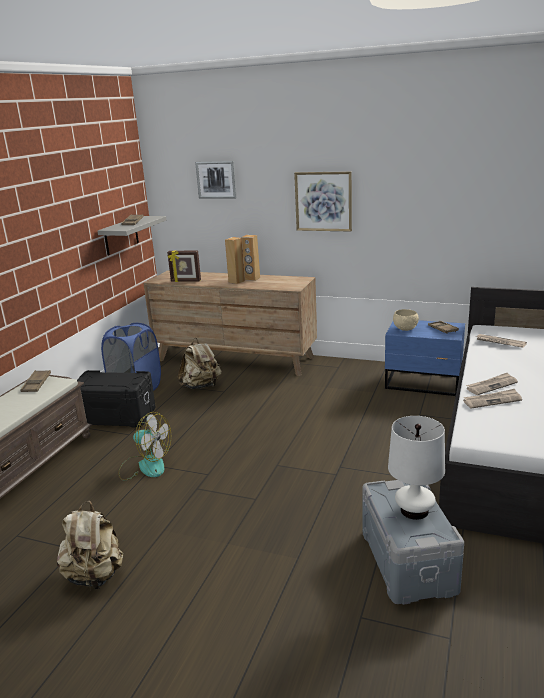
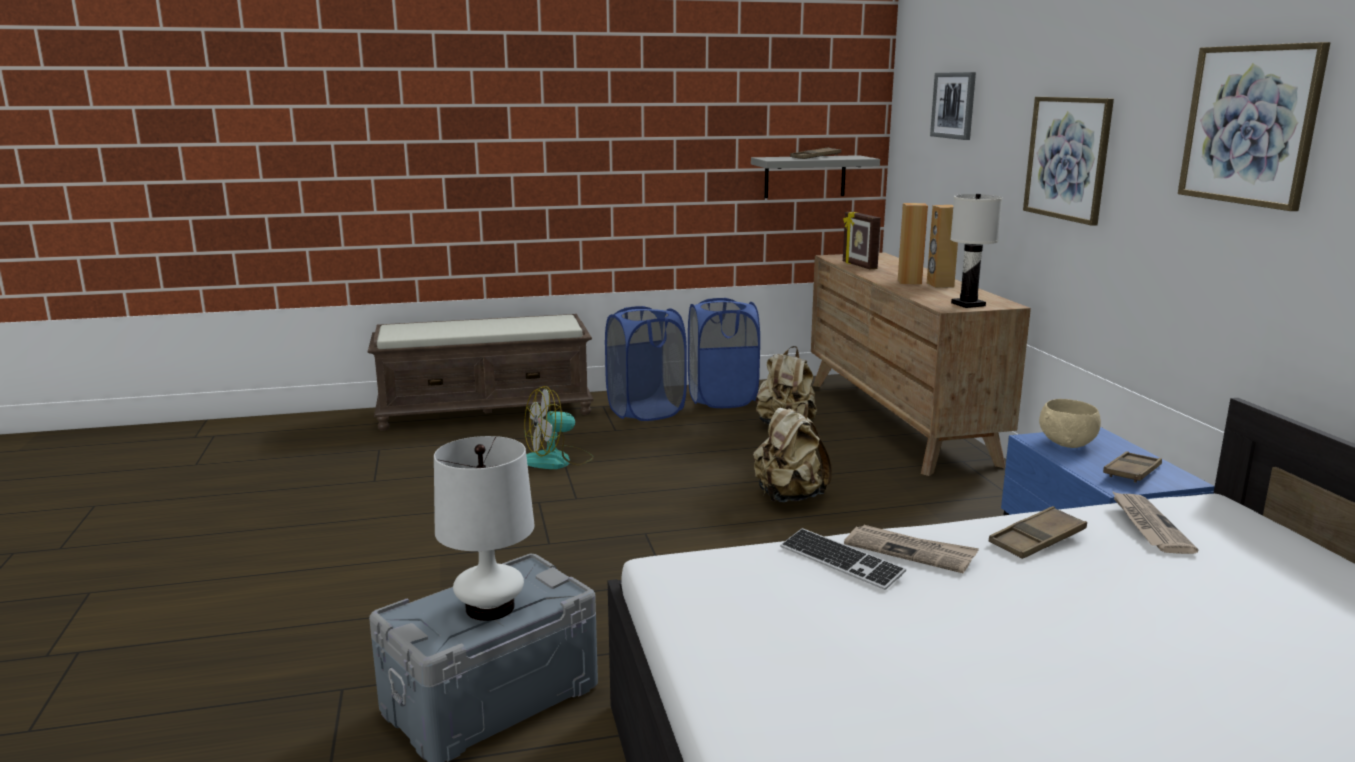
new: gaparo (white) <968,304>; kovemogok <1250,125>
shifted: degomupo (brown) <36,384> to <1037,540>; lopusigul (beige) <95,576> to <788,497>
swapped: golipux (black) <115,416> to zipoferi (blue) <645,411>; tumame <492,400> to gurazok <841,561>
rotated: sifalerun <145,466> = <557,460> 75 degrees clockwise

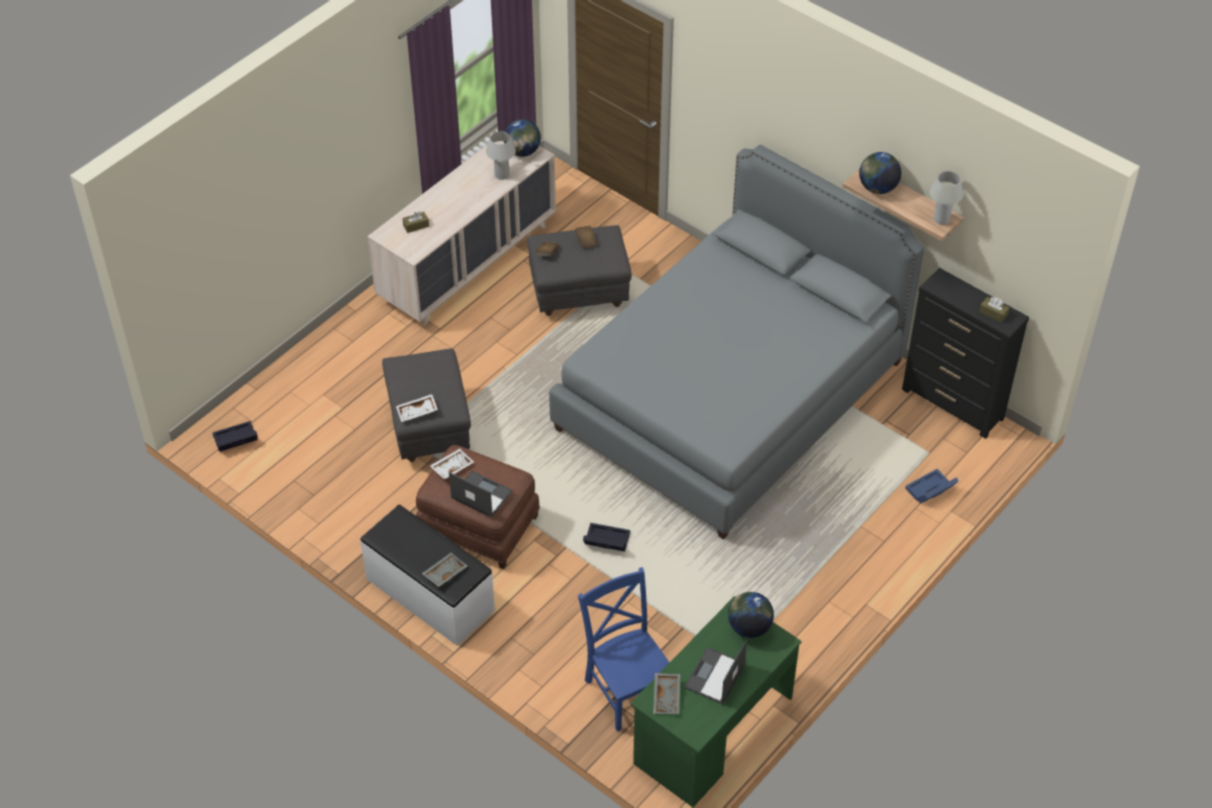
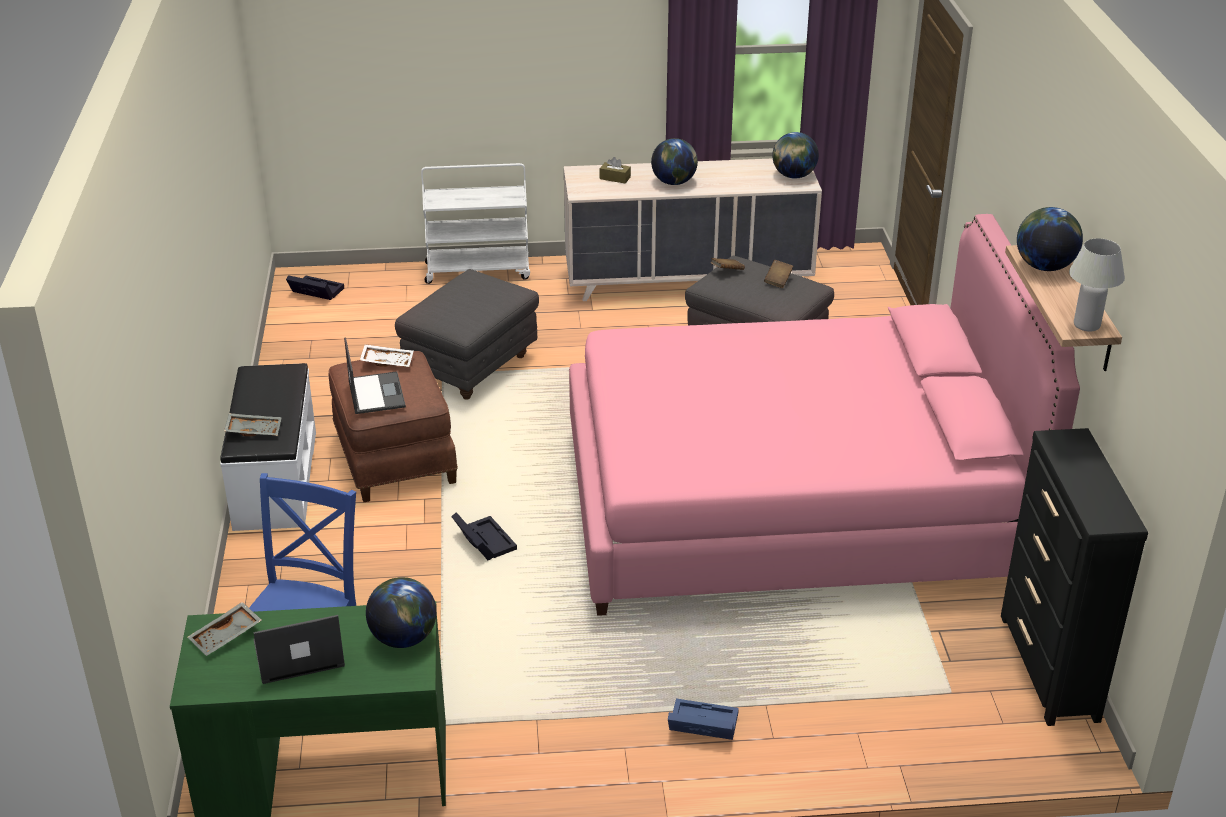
gone: degomupo (white) <417,412>; gaparo (white) <502,175>; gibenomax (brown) <993,313>
new: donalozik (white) <478,270>; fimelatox <674,182>
shifted: golipux (blue) <930,491> to <700,726>
repainted: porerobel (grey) <730,395> to porerobel (pink) <789,506>

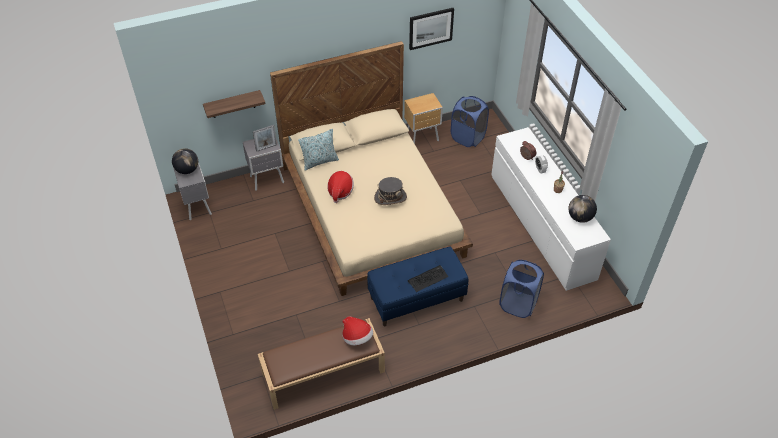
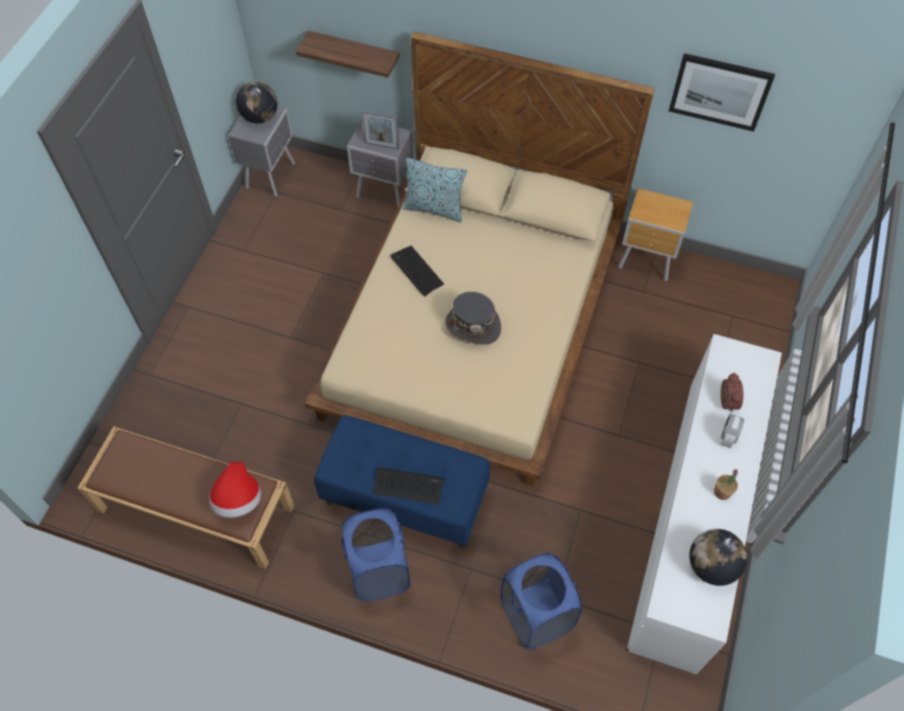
shifted: zipoferi (blue) <468,137> to <379,571>
swapped: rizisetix <340,191> to gurazok <416,271>

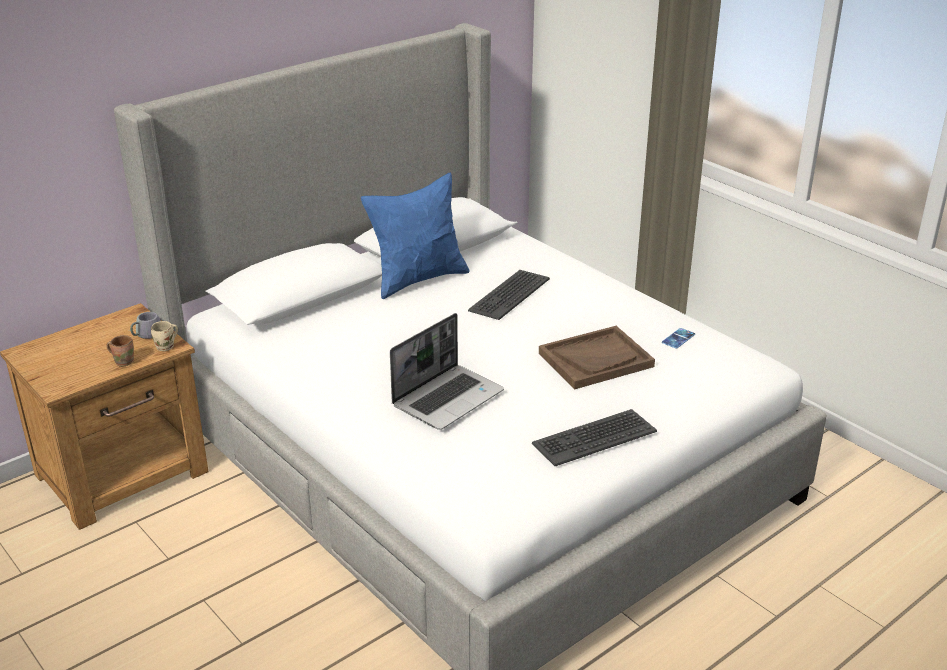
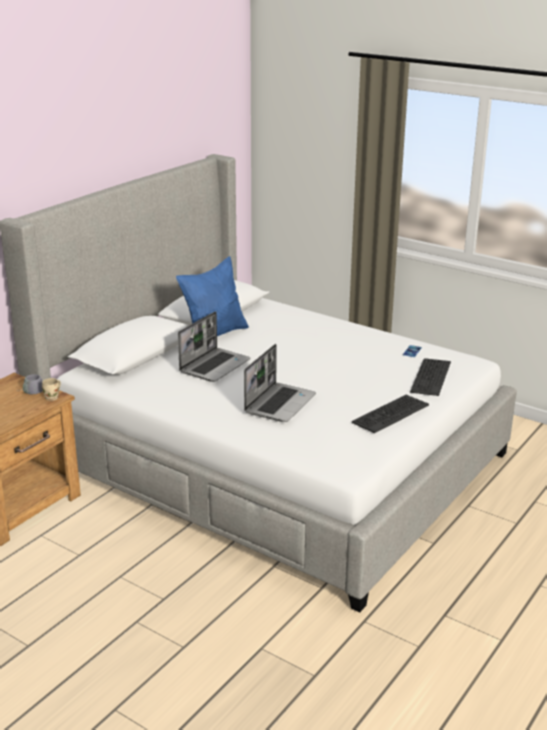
gone: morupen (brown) <124,361>; degomupo (brown) <596,360>
new: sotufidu <215,366>
shifted: gurazok <509,295> to <430,377>

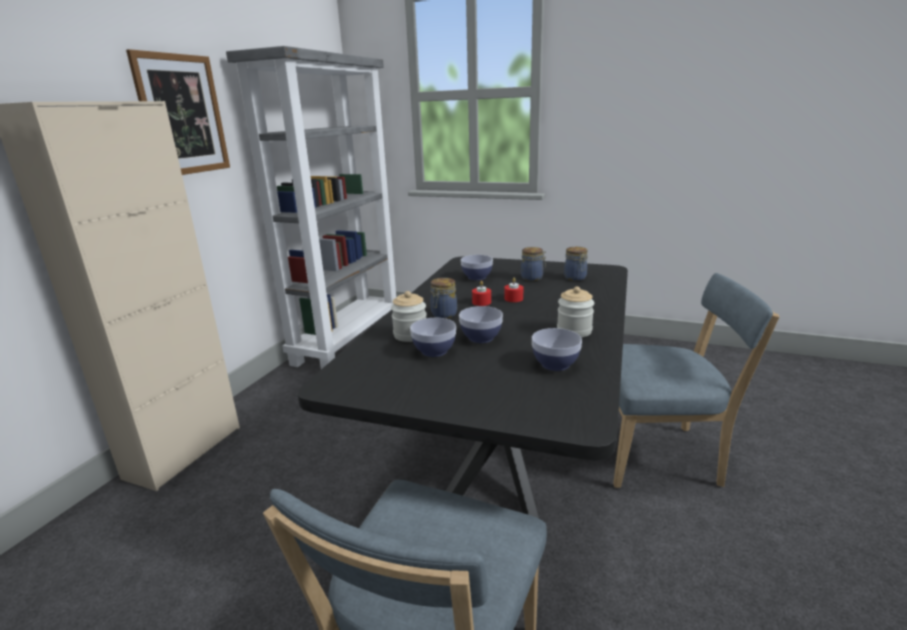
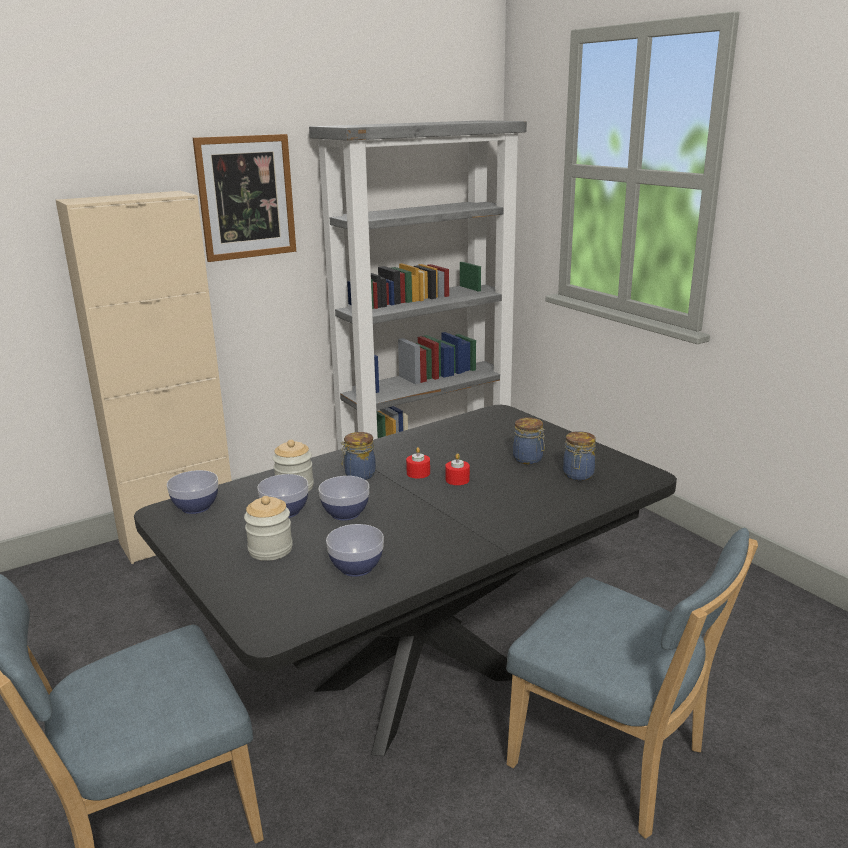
shifted: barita <477,277> to <196,507>; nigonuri <574,331> to <270,549>

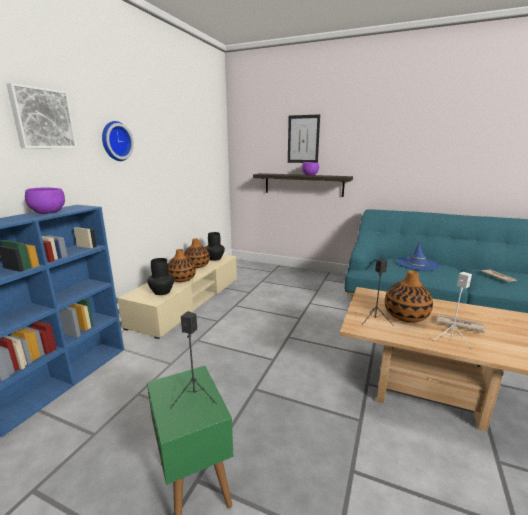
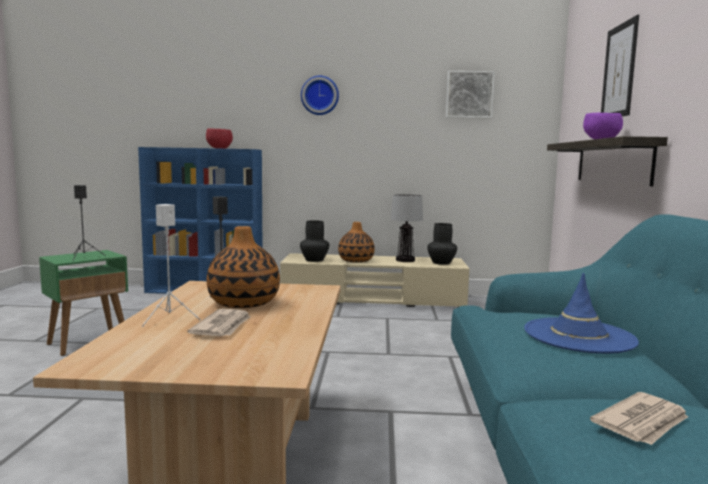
shifted: kovemogok <42,118> to <469,95>
swapped: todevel <197,265> to gaparo <405,260>
repainted: barita (purple) <49,213> to barita (red) <220,148>

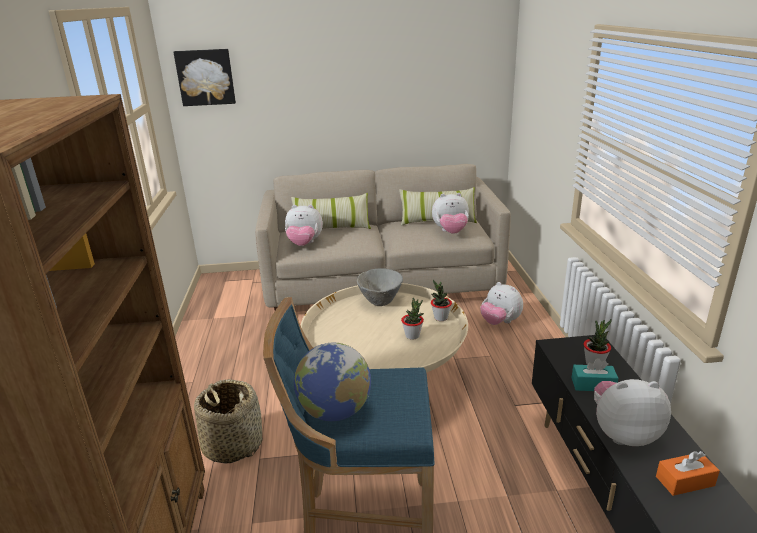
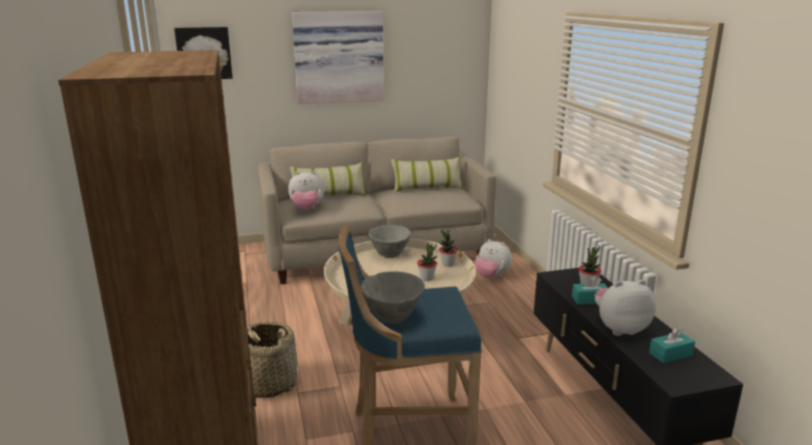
gone: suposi <450,232>
new: kovemogok <338,57>
swapped: fimelatox <335,412> to barita (grey) <393,318>
repainted: gibenomax (orange) <685,481> to gibenomax (turquoise) <670,354>

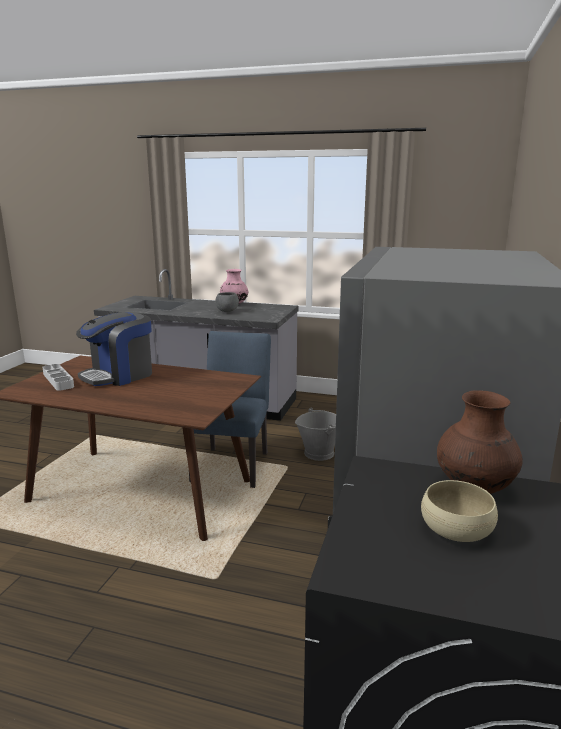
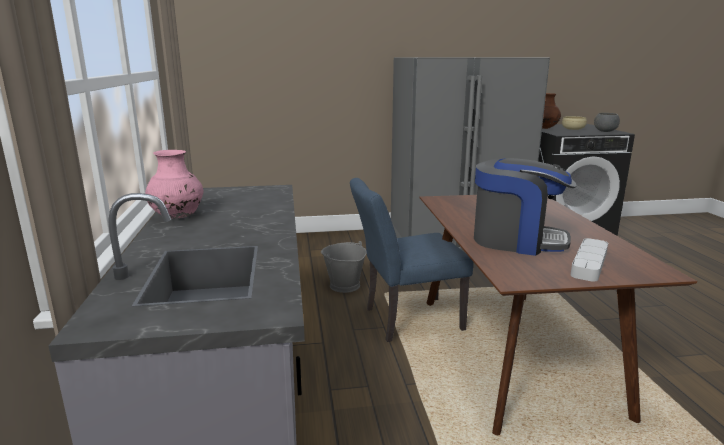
shifted: barita (grey) <227,311> to <604,131>

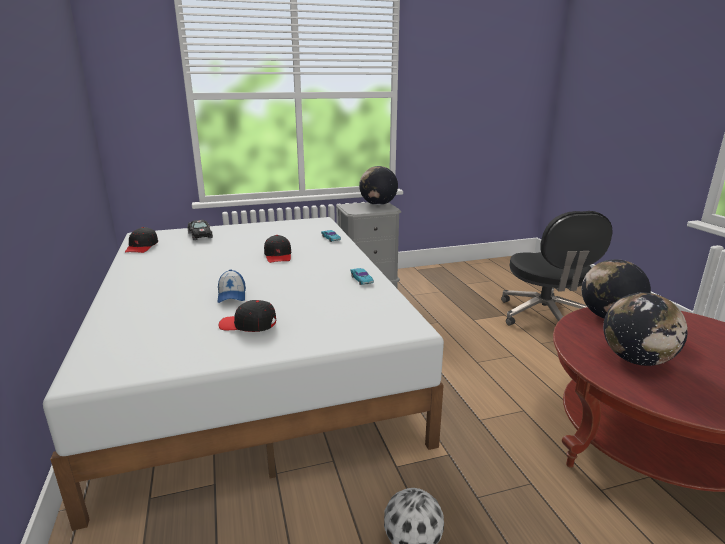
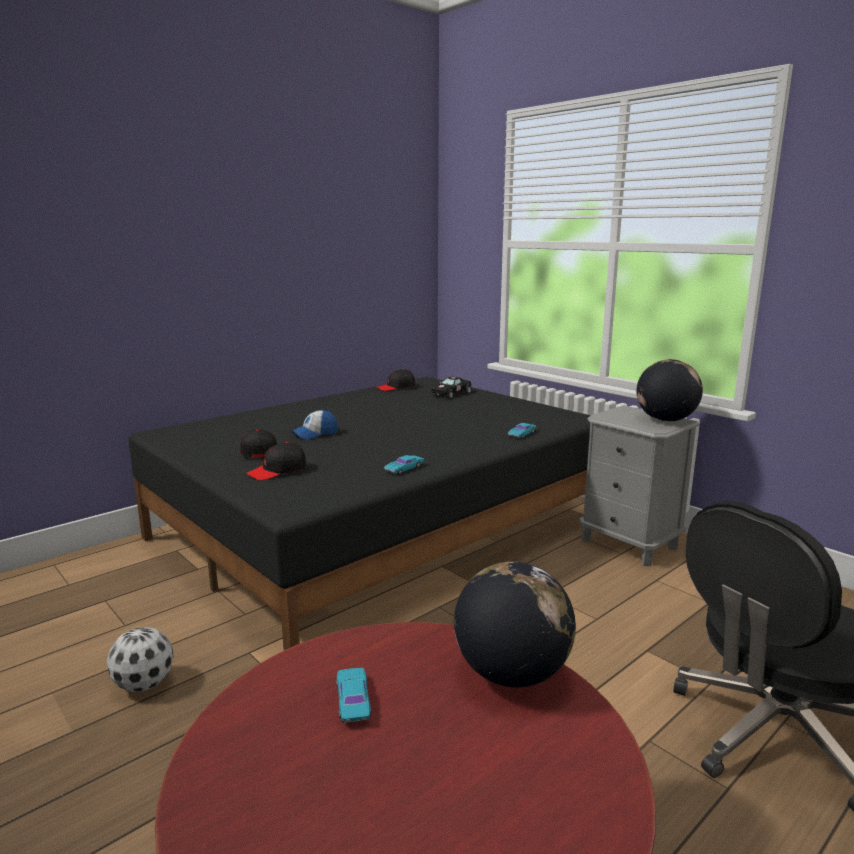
shifted: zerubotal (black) <278,255> to <277,471>
swapped: fimelatox <636,360> to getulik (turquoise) <353,701>
repainted: porerobel (white) <253,361> to porerobel (black) <381,529>

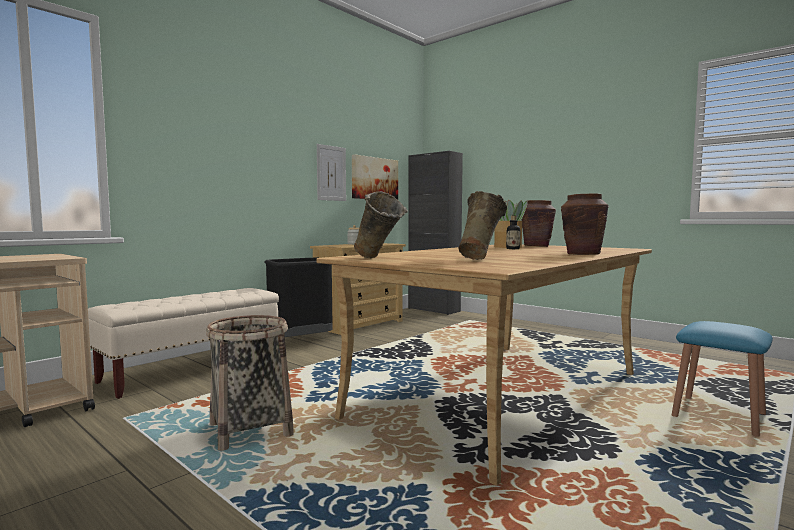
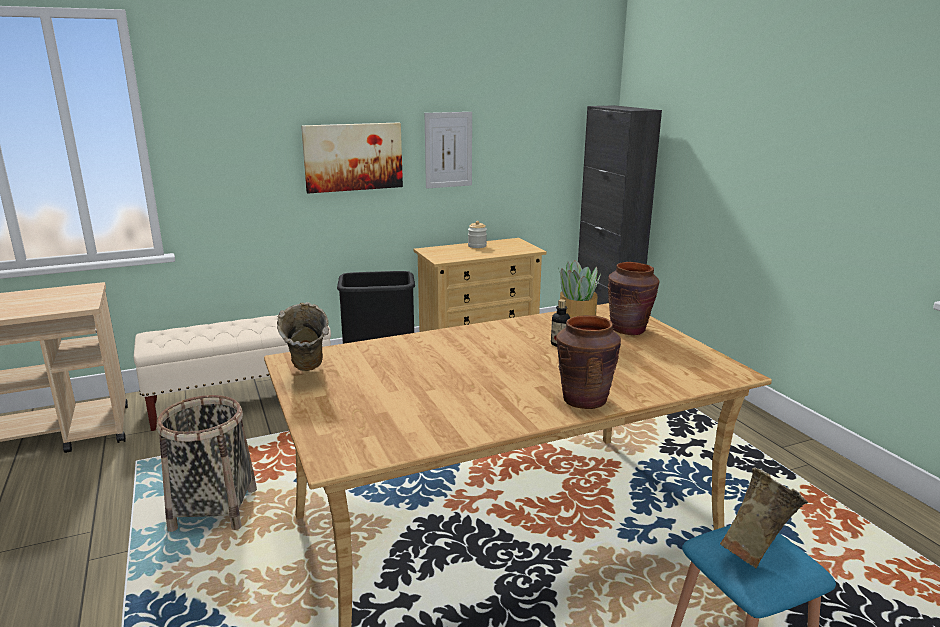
shifted: kovemogok <374,178> to <353,157>; todevel (beige) <481,259> to <756,554>

